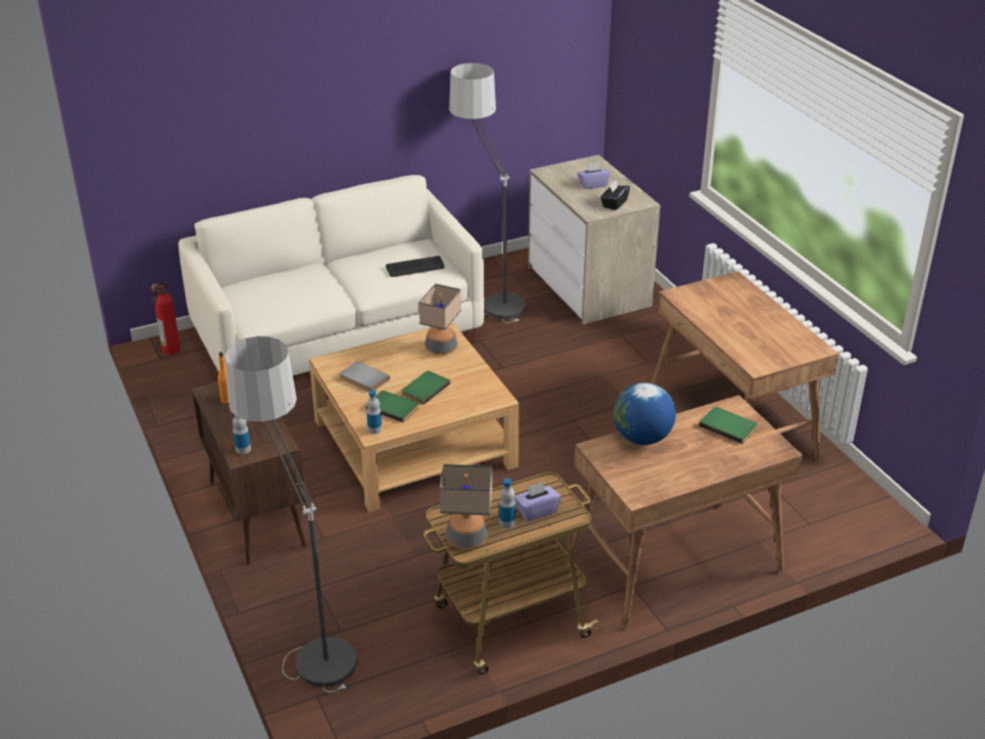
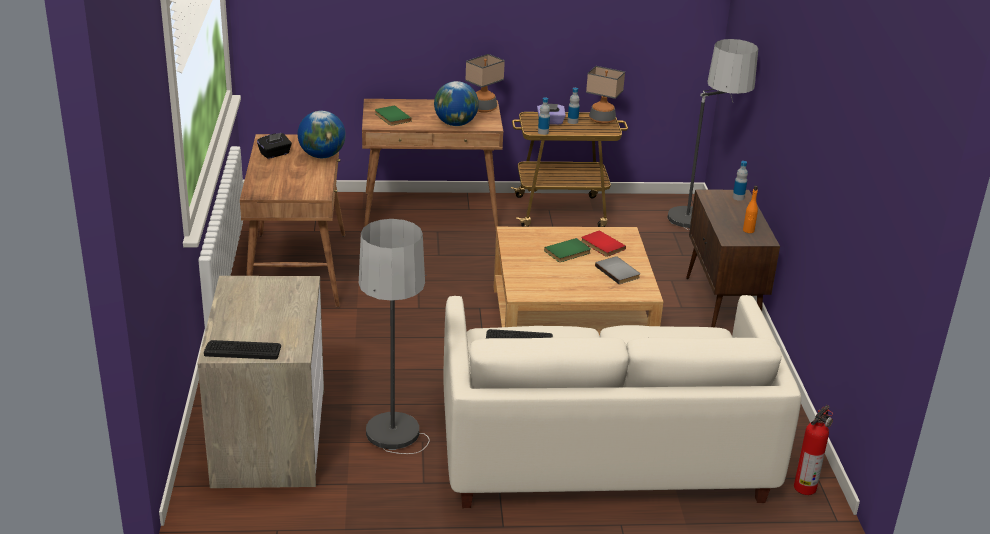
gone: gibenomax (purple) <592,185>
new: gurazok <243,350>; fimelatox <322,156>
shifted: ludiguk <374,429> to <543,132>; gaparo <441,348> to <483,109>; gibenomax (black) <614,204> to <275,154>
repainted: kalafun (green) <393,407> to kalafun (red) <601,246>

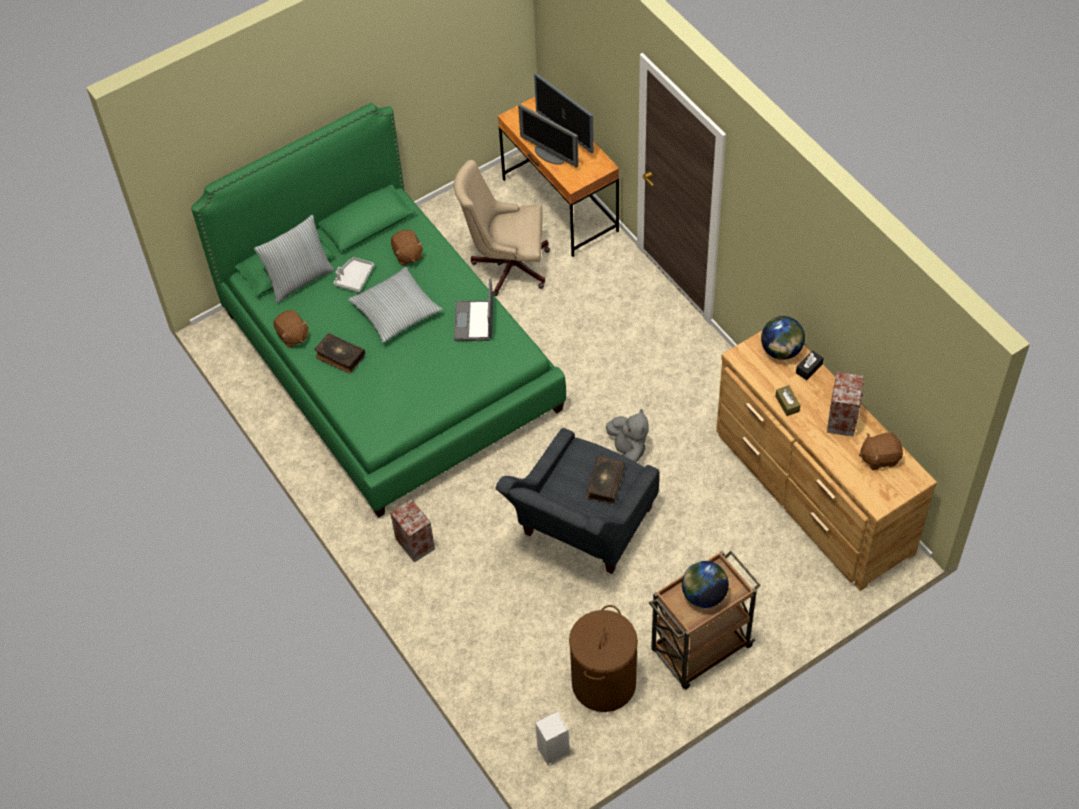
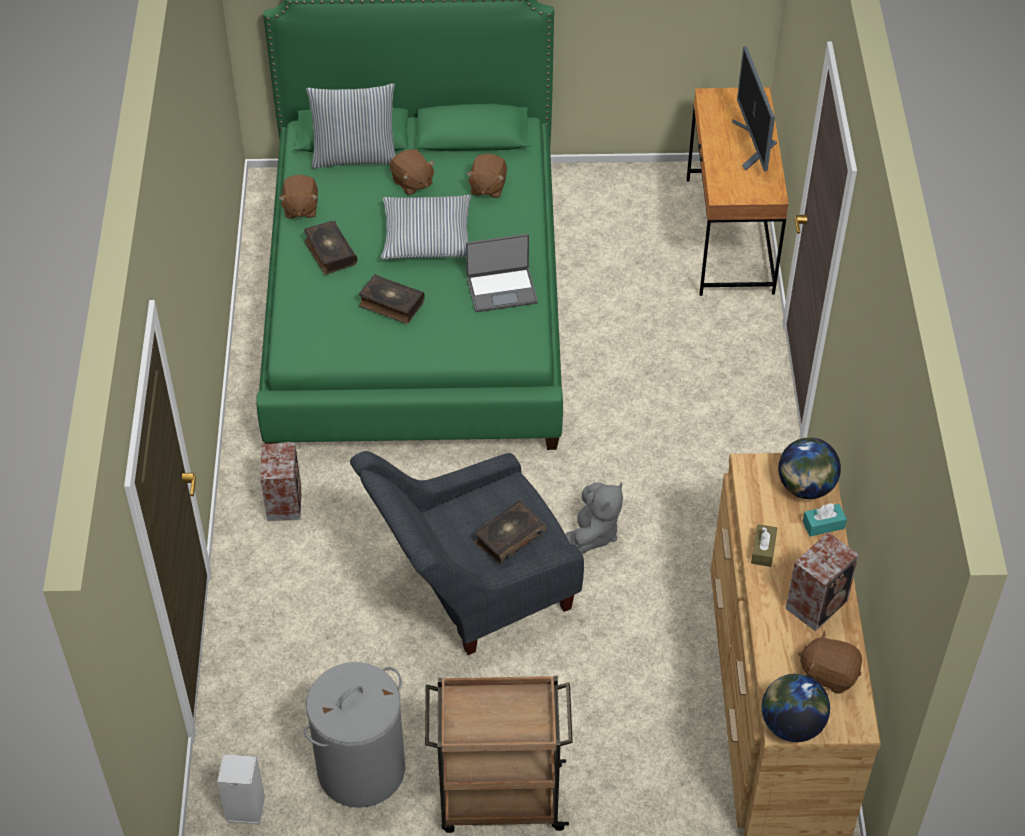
gone: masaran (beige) <506,265>; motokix <549,155>
new: kalafun <391,304>
shifted: fimelatox <703,595> to <791,724>
swapped: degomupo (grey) <354,278> to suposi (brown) <412,183>
repainted: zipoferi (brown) <603,682> to zipoferi (grey) <361,768>; gibenomax (black) <809,368> to gibenomax (turquoise) <823,525>
rotated: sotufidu <475,321> = <501,289> 135 degrees counterclockwise

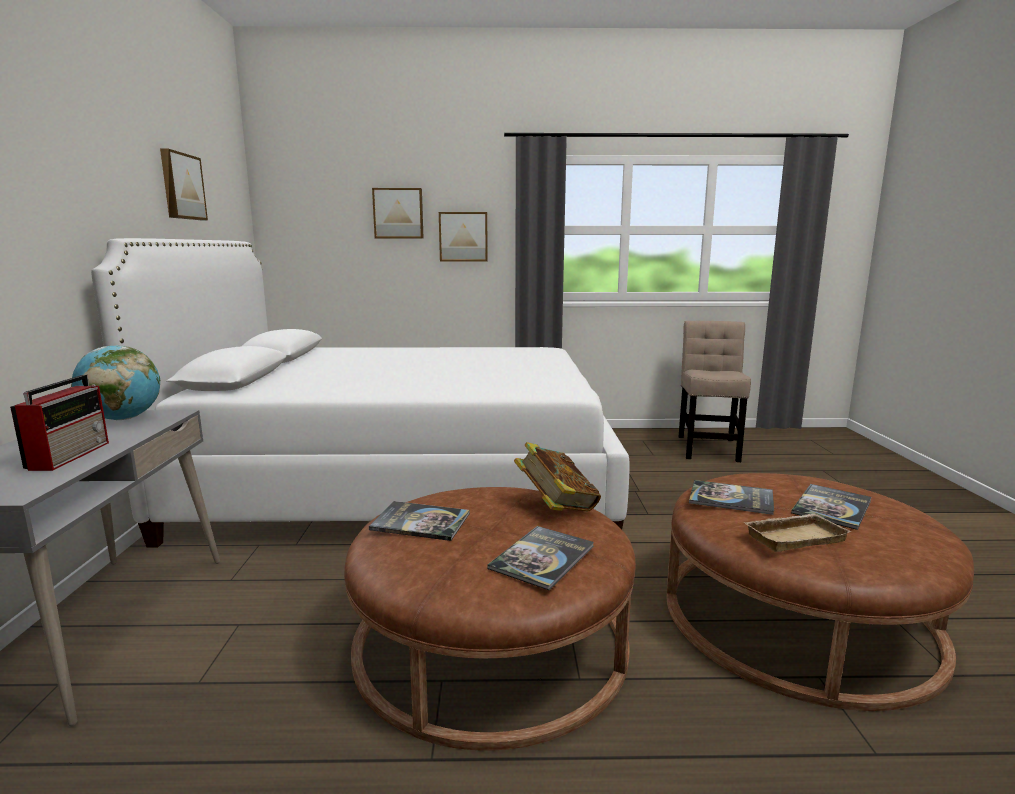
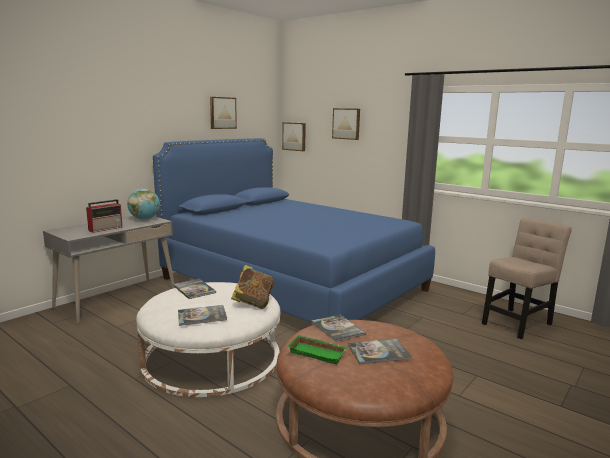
shifted: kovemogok <463,237> to <294,136>
repainted: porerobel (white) <405,481> to porerobel (blue) <292,284>; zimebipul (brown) <491,640> to zimebipul (white) <211,357>; degomupo (beige) <794,536> to degomupo (green) <318,352>

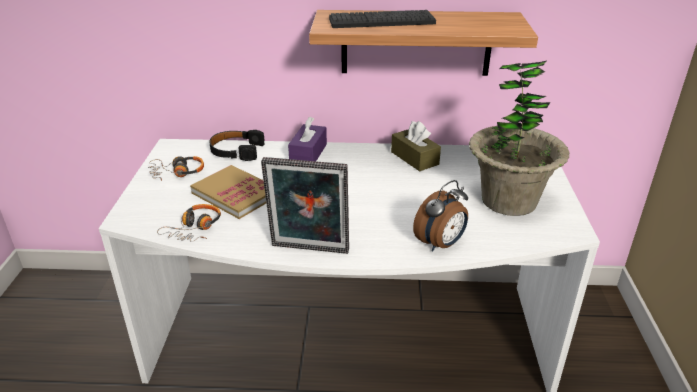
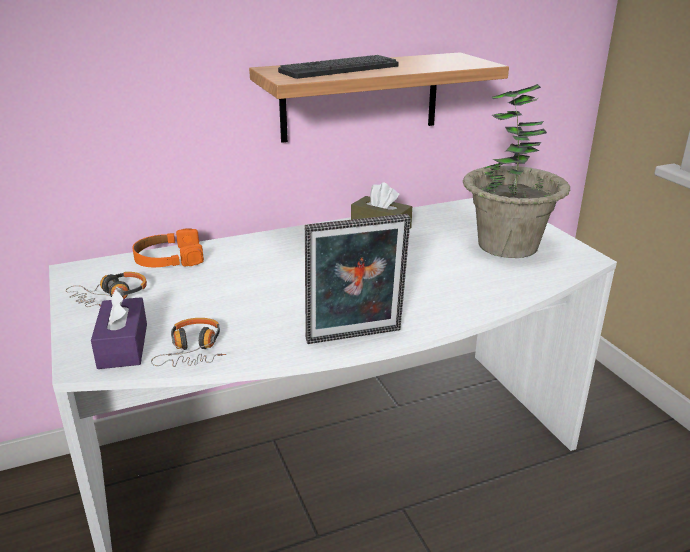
gone: kalafun <235,194>; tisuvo <441,244>
shifted: gibenomax (purple) <308,153> to <123,345>
repainted: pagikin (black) <236,151> to pagikin (orange) <168,259>

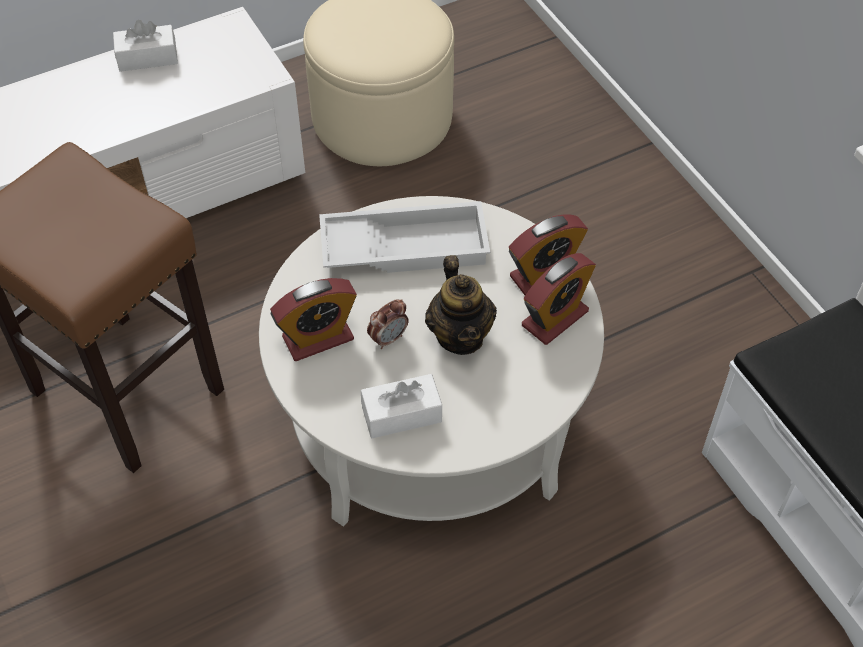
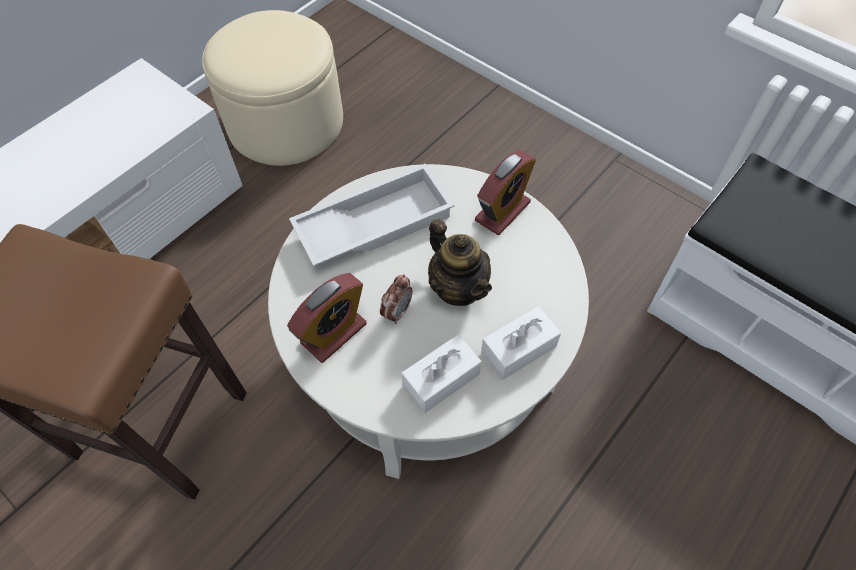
gone: tisuvo <555,318>
shifted: gibenomax (white) <147,58> to <518,349>

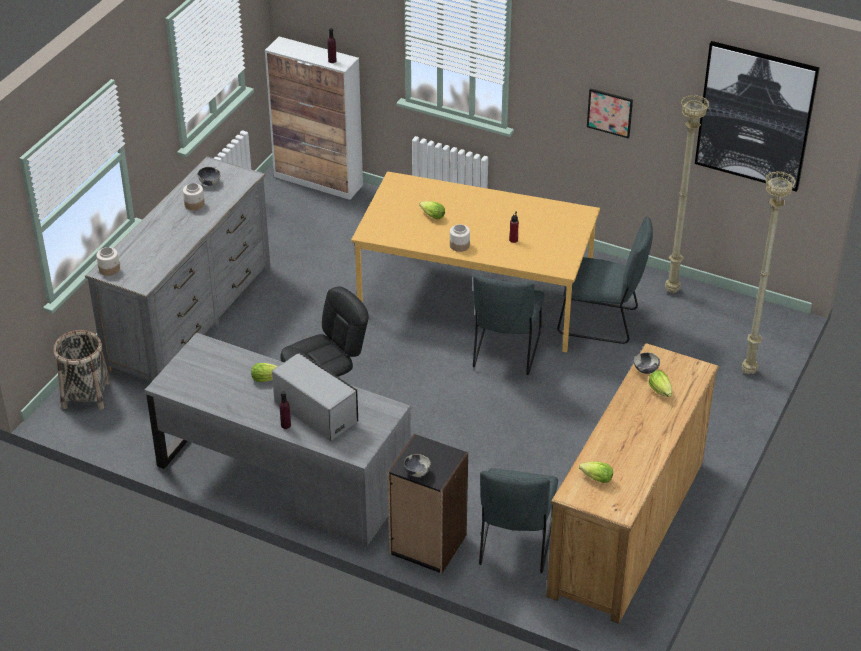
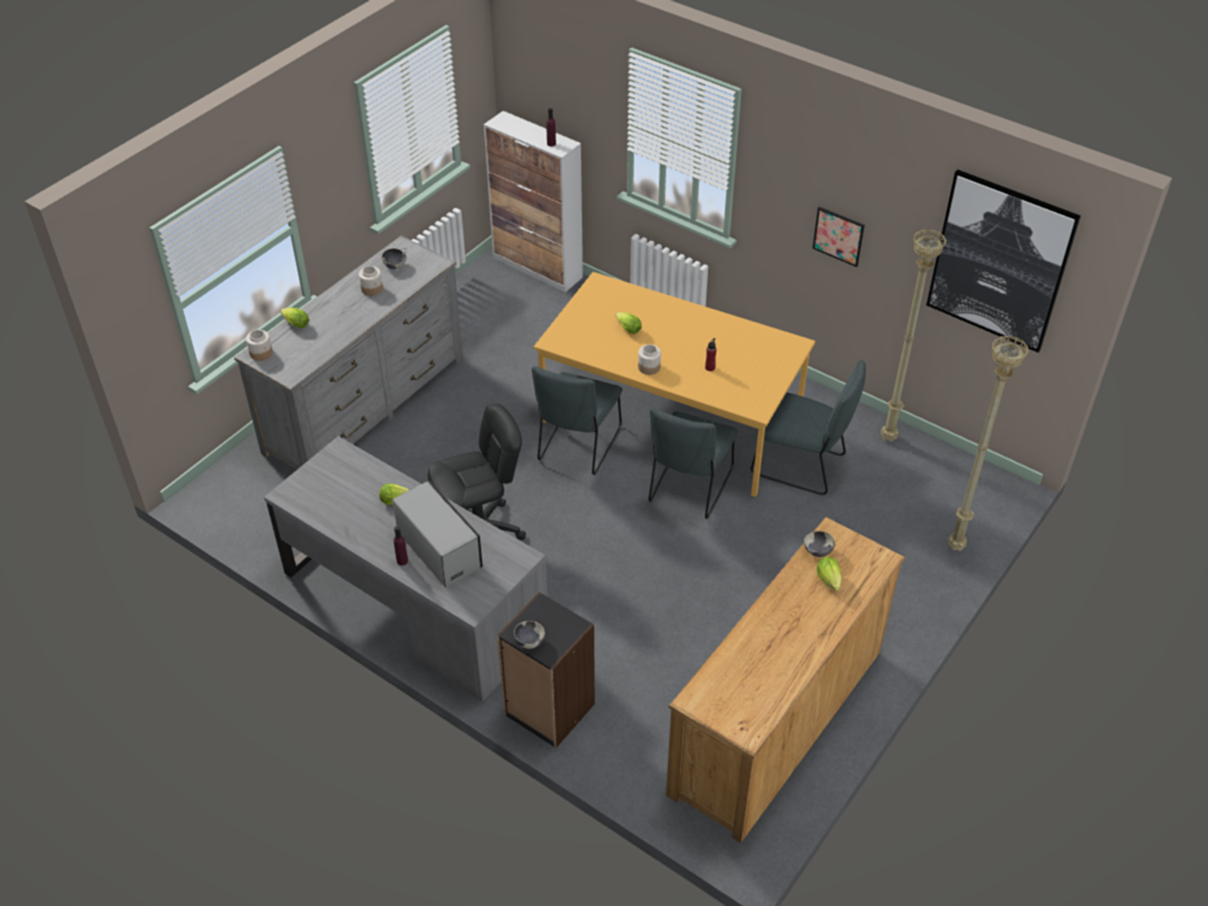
gone: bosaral <86,395>
shifted: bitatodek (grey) <515,545> to <577,447>; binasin <595,478> to <295,324>

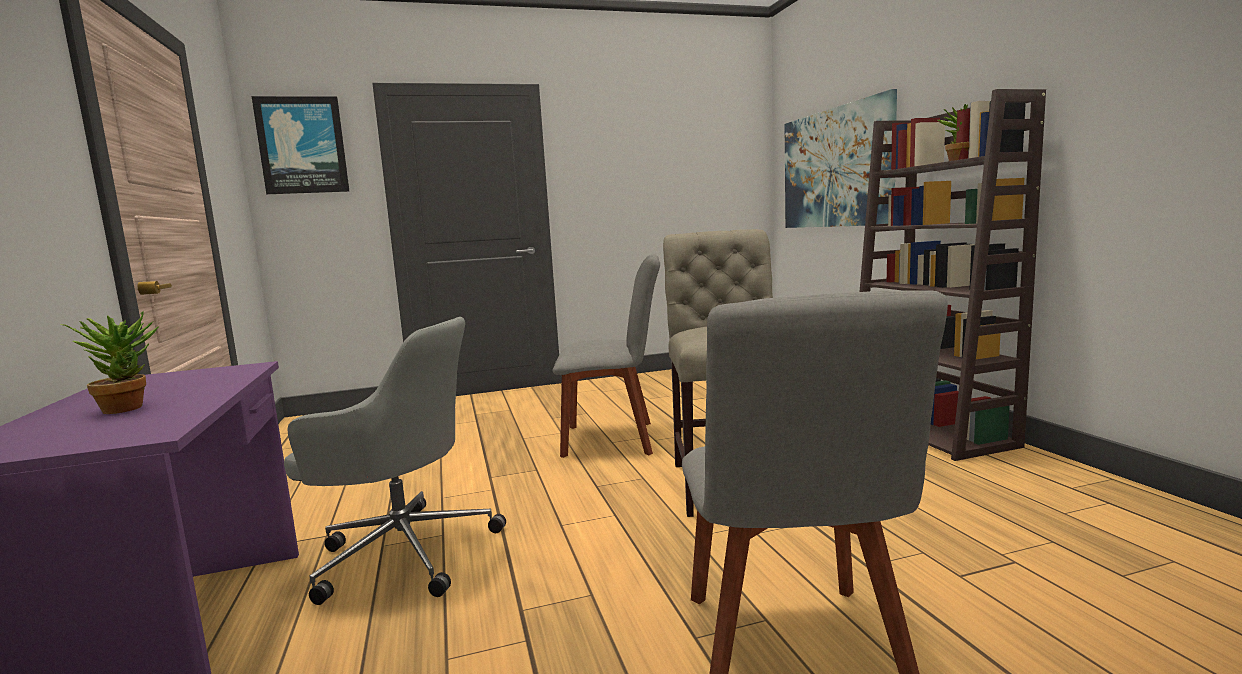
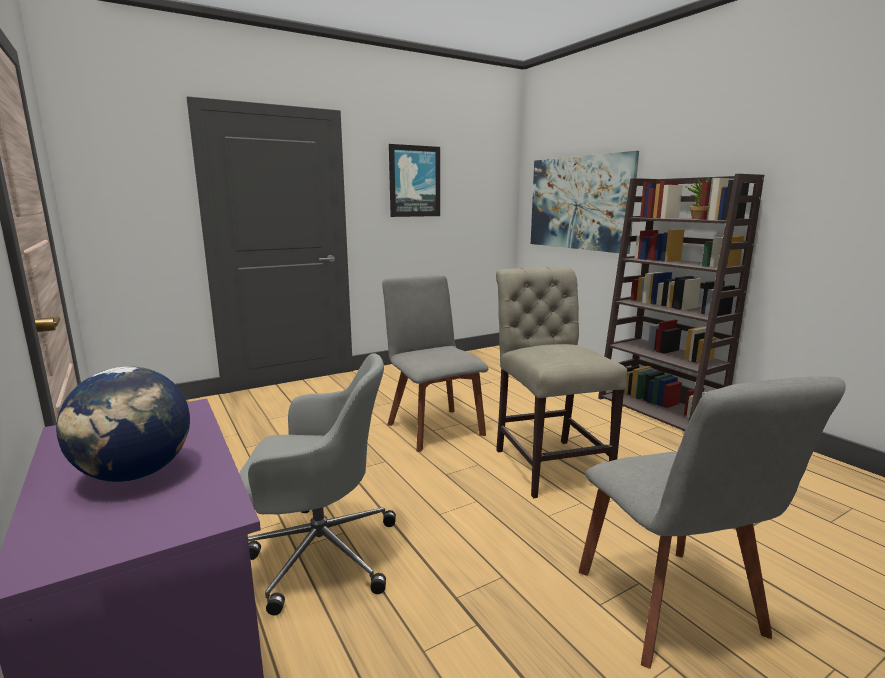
shifted: kovemogok <302,145> to <414,181>
swapped: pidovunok <128,407> to fimelatox <136,474>
rotated: bitatodek (grey) <615,439> = <433,427> 105 degrees counterclockwise

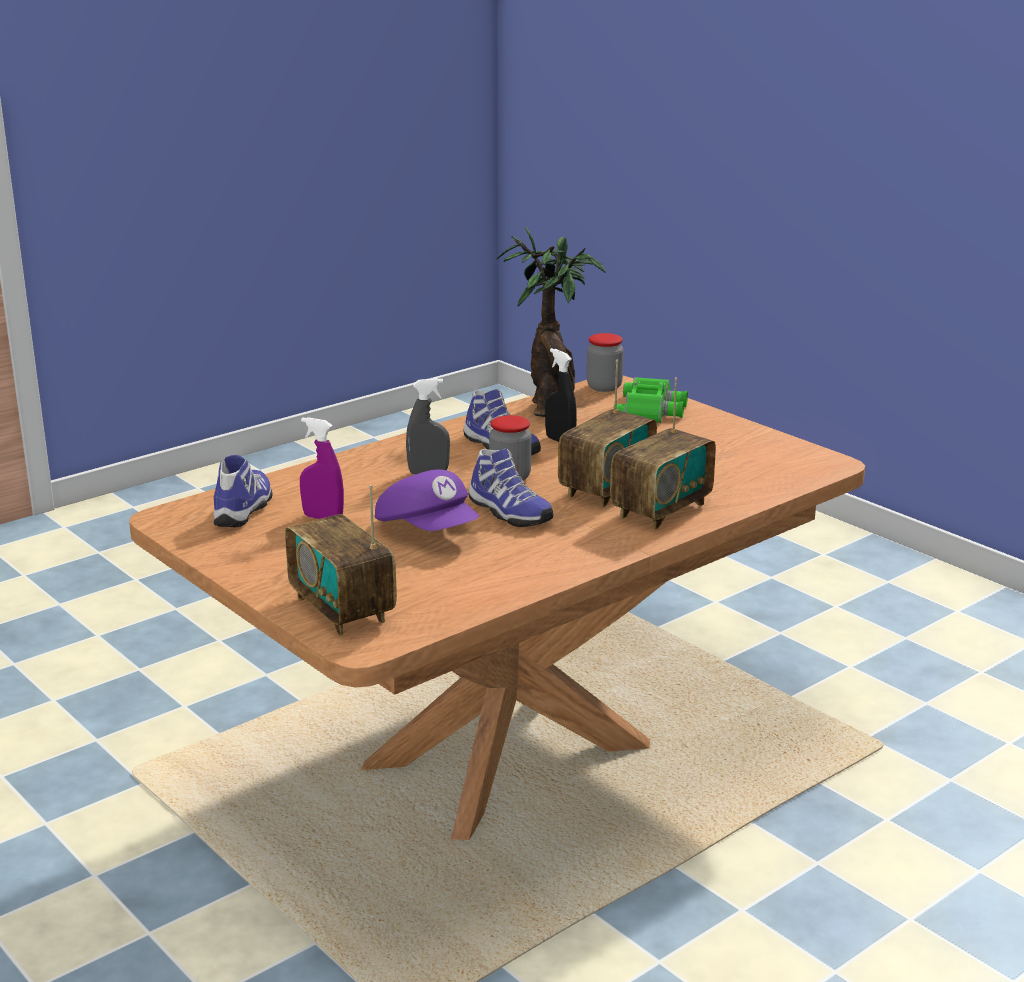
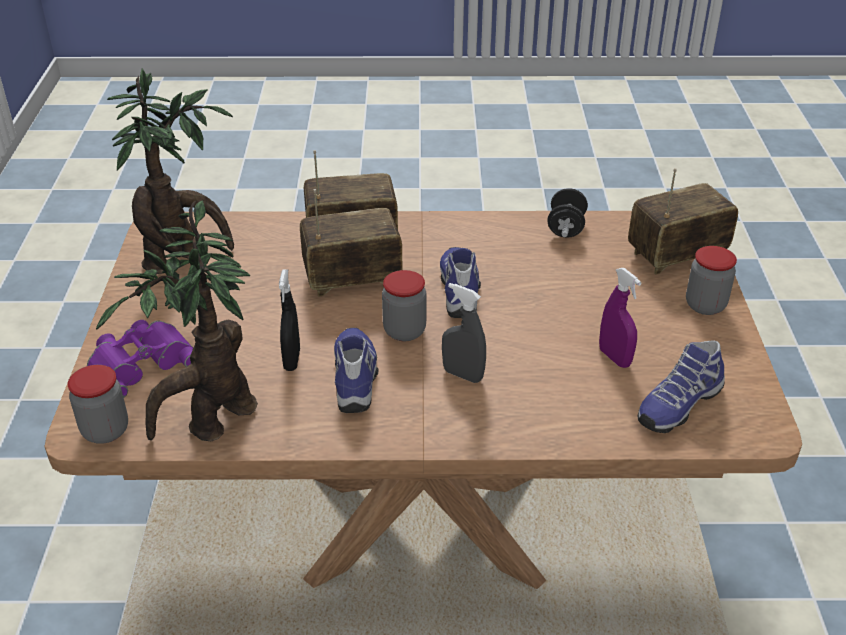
gone: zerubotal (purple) <429,530>
new: pidovunok <182,259>; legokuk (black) <566,228>; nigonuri <705,305>
repainted: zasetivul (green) <652,410> to zasetivul (purple) <141,362>
rotated: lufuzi <342,609> = <676,256> 120 degrees counterclockwise

